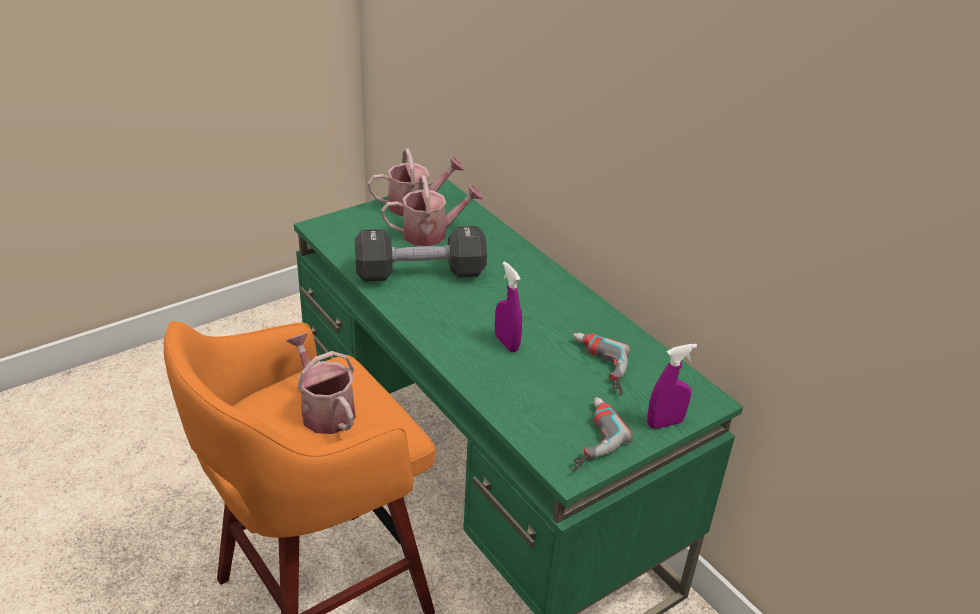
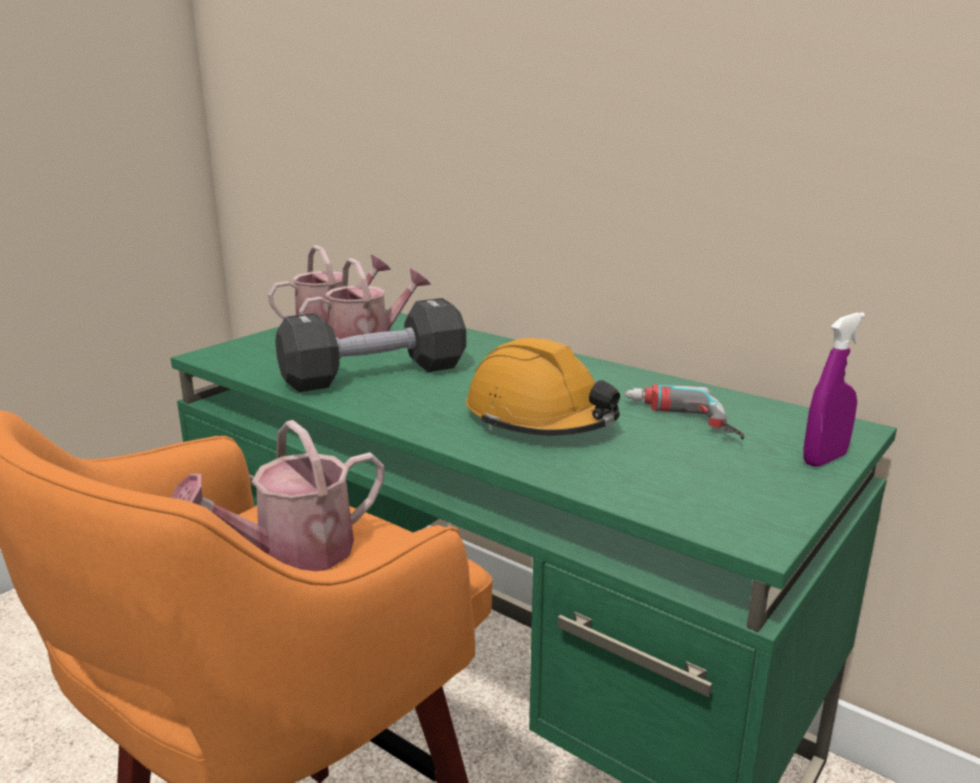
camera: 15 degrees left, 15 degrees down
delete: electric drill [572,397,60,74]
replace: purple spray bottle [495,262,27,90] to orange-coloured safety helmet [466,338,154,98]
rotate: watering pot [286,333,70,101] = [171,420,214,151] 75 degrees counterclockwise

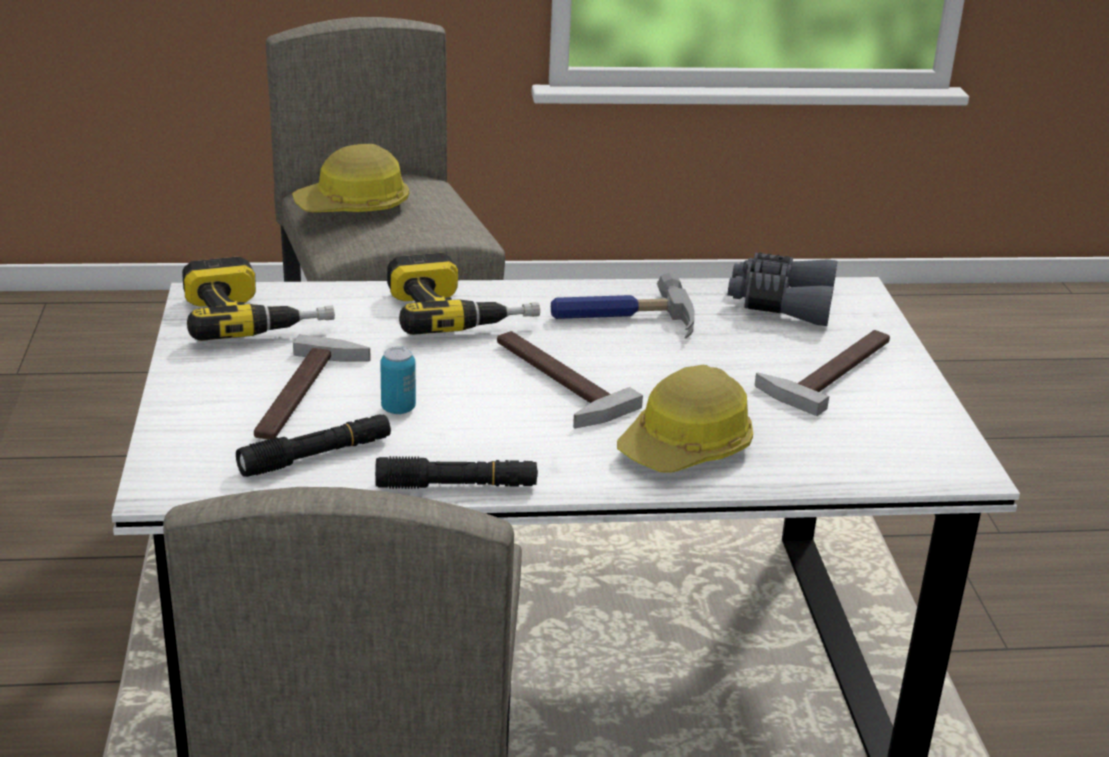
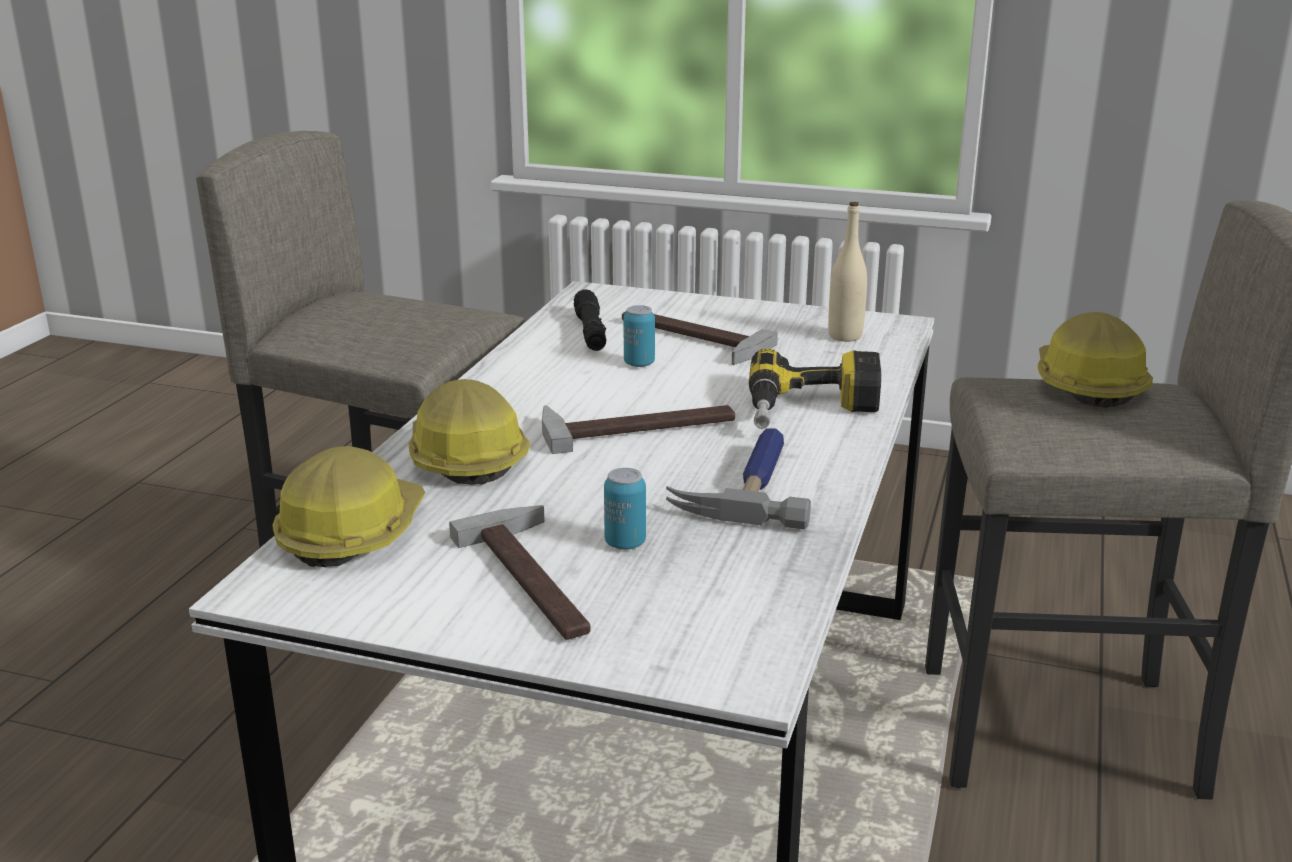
camera: 115 degrees right, 5 degrees down
delete: black flashlight [375,456,163,33]; greyish binoculars [728,252,109,74]
insert: safety helmet [273,446,152,121]; sealed can [604,468,42,82]
replace: electric drill [182,256,153,85] to sand-coloured drink bottle [828,202,39,140]

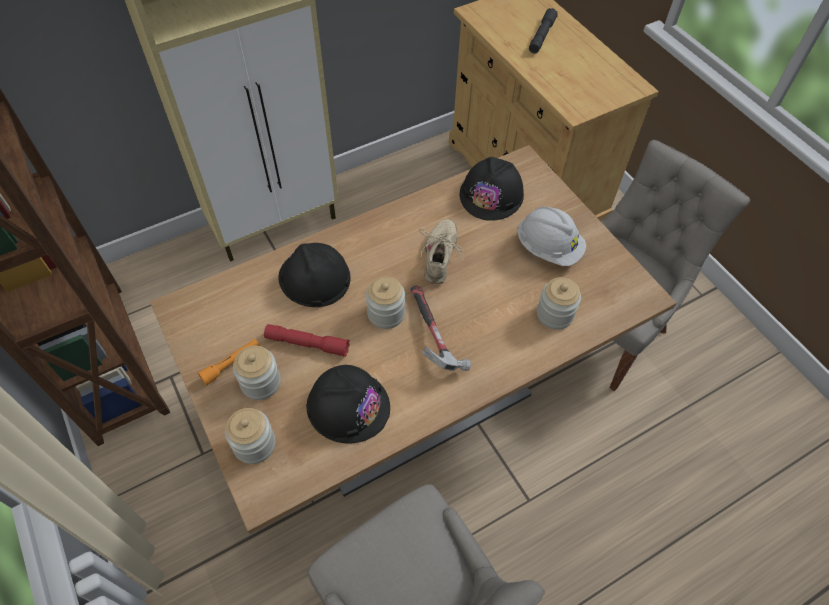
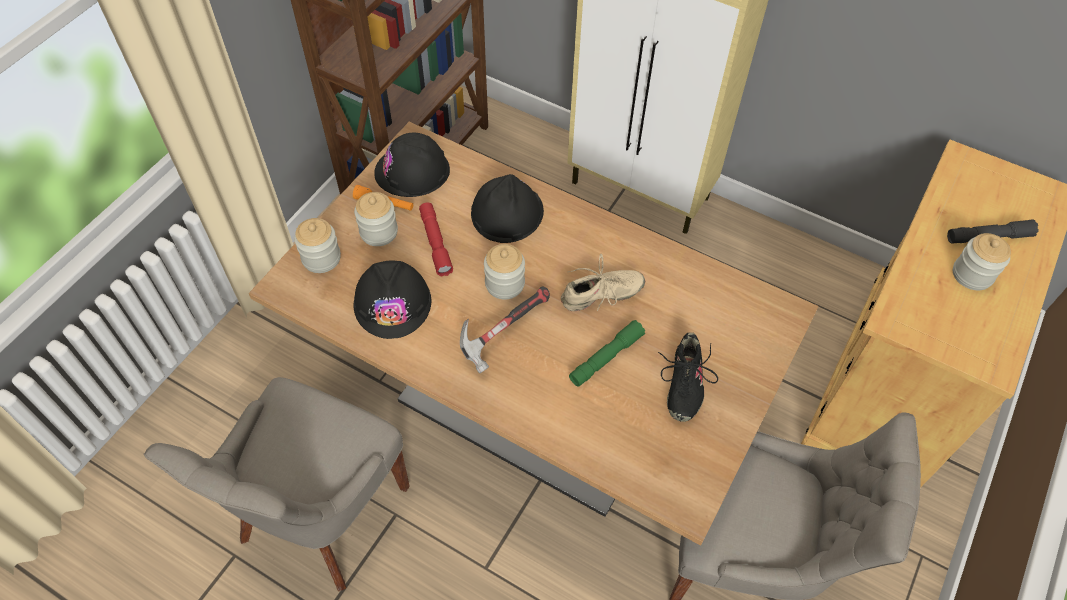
camera: 60 degrees right, 0 degrees up
insert: green-coloured flashlight [569,320,76,67]
move: black safety helmet [460,157,64,64] to [374,133,76,64]; preserve jar [537,277,44,53] to [953,233,58,57]
replace: white safety helmet [517,207,69,59] to black item of footwear [658,332,60,90]

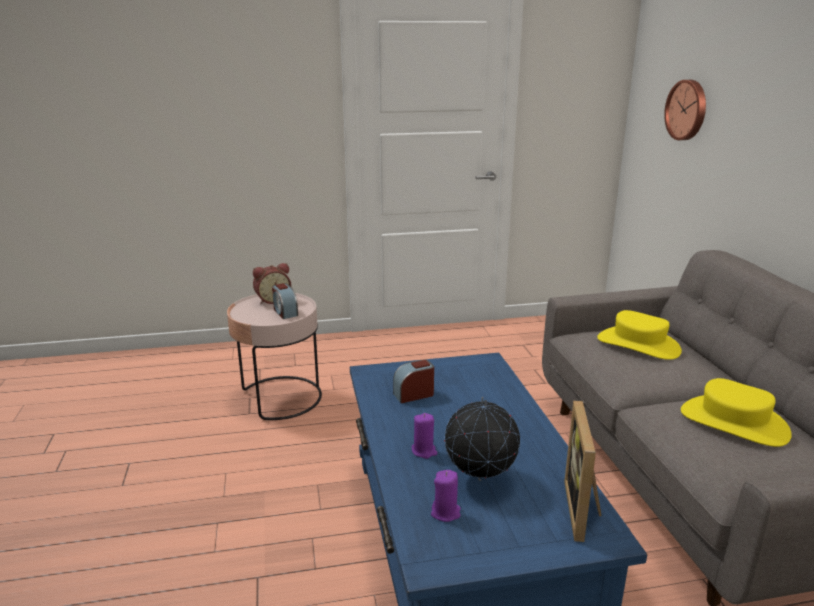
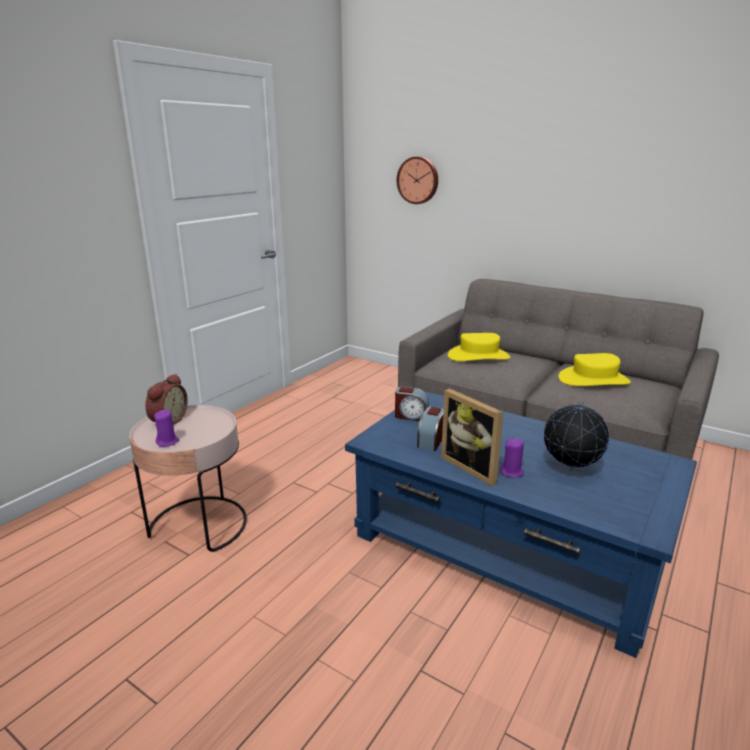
camera: 45 degrees left, 0 degrees up
move: purple wax light [431,470,30,52] to [154,410,25,37]; bedside clock [272,283,26,36] to [395,387,34,34]; picture frame [564,401,38,141] to [441,388,63,98]

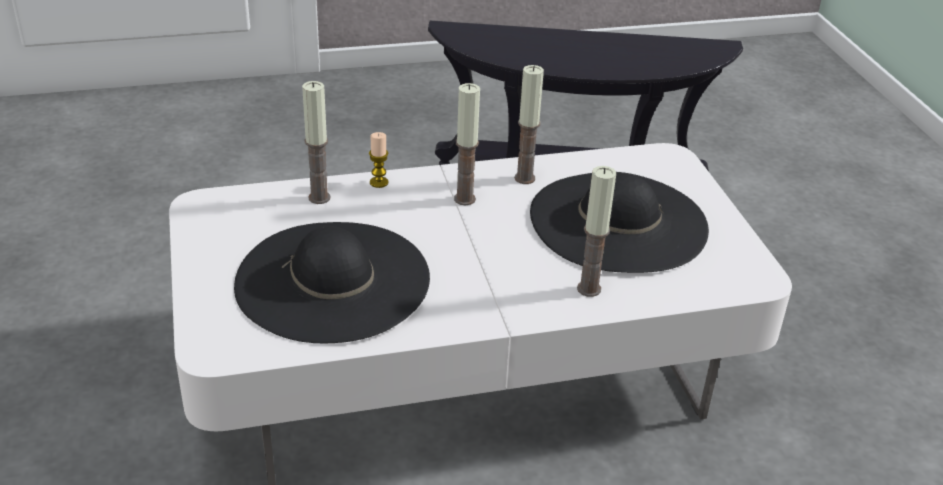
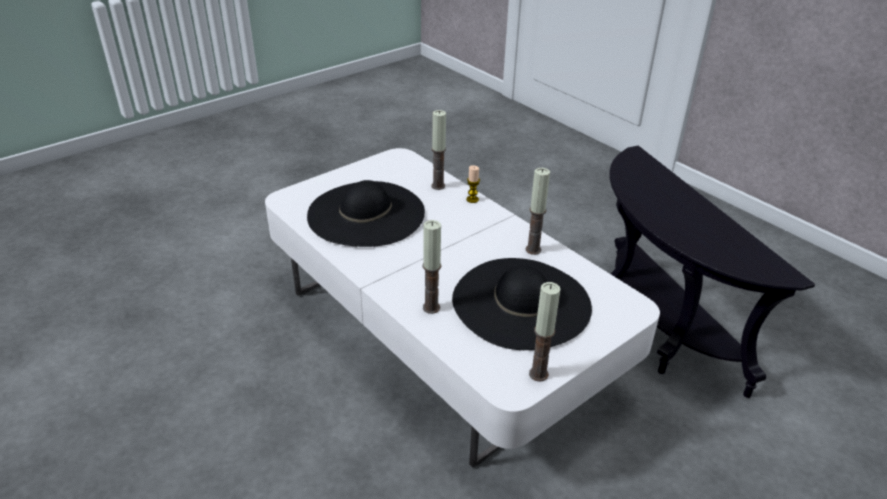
camera: 65 degrees right, 0 degrees up
move: wax light [454,83,26,122] to [529,282,32,100]

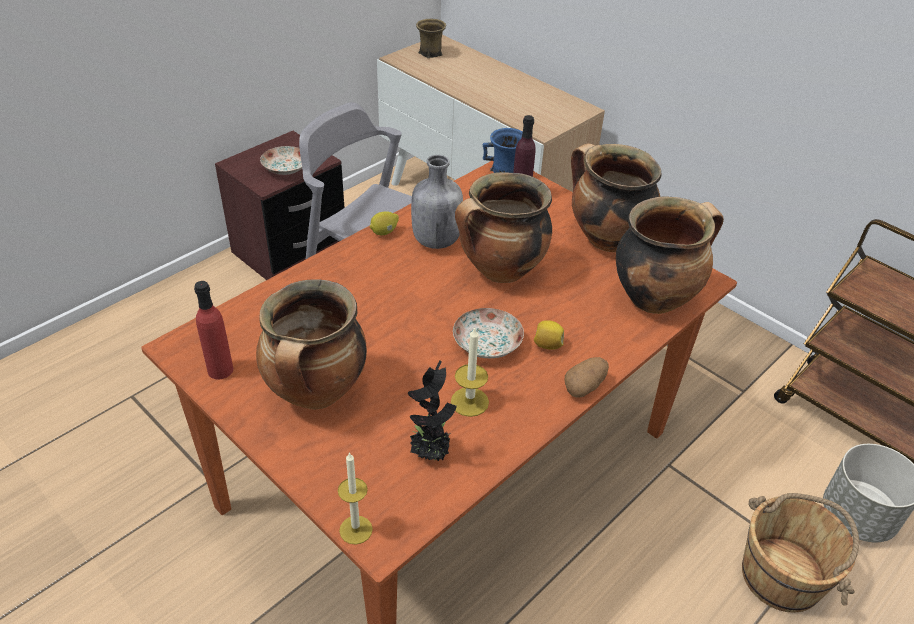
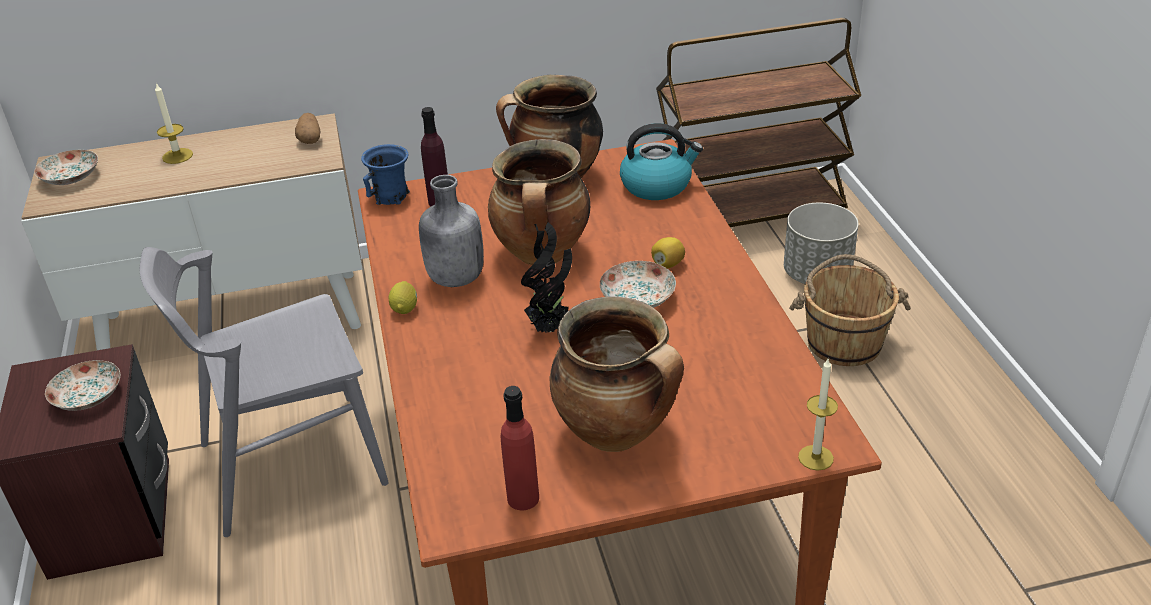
camera: 55 degrees left, 5 degrees down
move: wax light [451,327,38,90] to [155,83,38,81]; potato [564,357,45,41] to [295,113,25,31]; potted plant [408,361,49,100] to [521,222,51,110]
replace: brown-coloured tea mug [416,19,30,39] to plate [34,150,64,35]; cooking pot [616,196,108,118] to tea kettle [620,123,83,77]

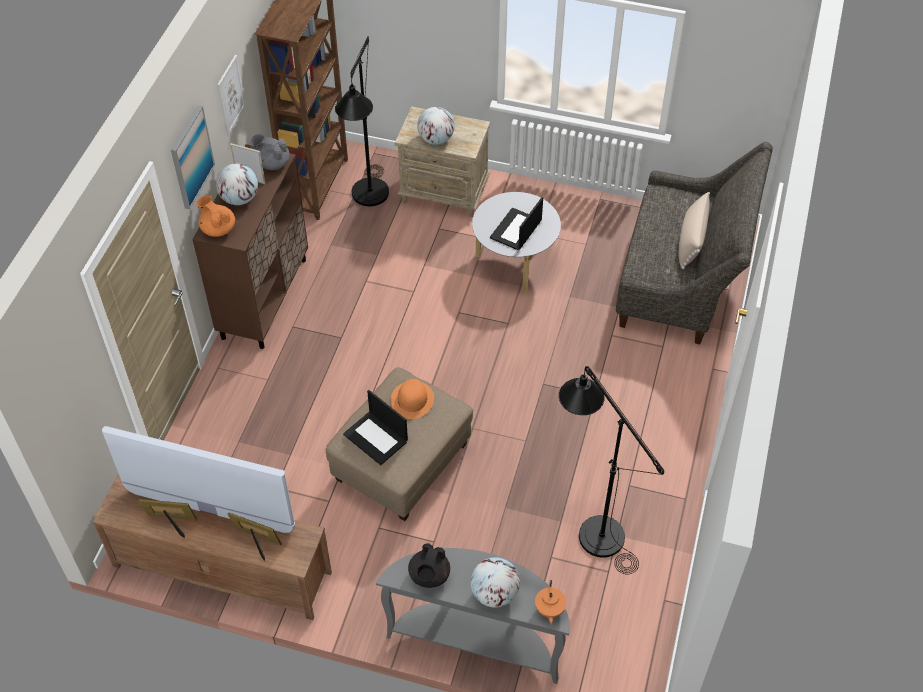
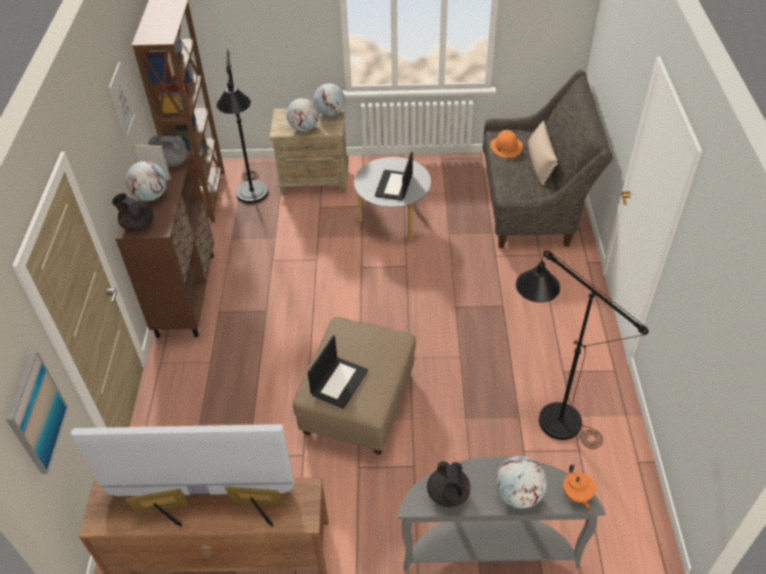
camera: 15 degrees left, 5 degrees down
insert: globe [313,84,32,32]
move: picture [171,105,44,104] to [6,351,62,123]; orange-coloured hat [391,379,43,40] to [490,130,33,28]
recolor: orange-coloured pot for tea [196,195,39,42] to black pot for tea [112,193,42,38]
rotate: portable computer [343,390,65,75] = [307,335,61,74] 90 degrees counterclockwise

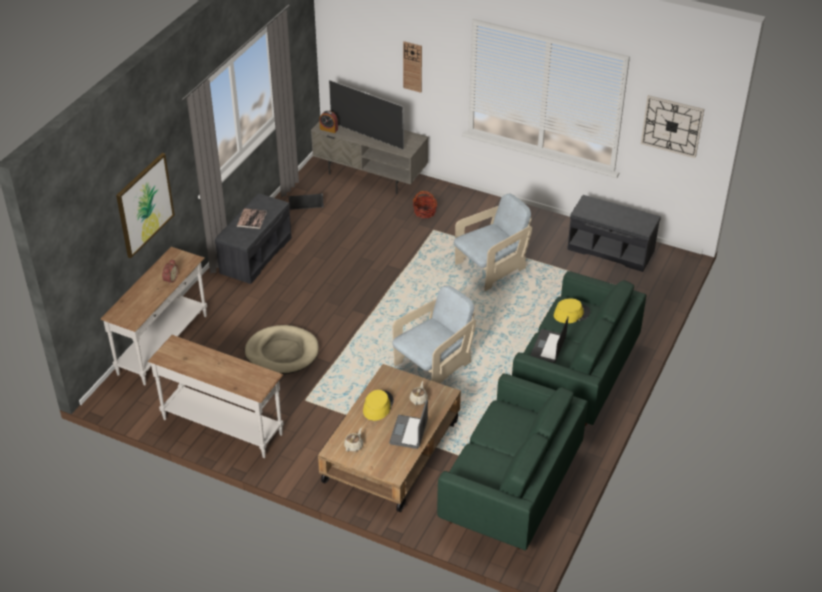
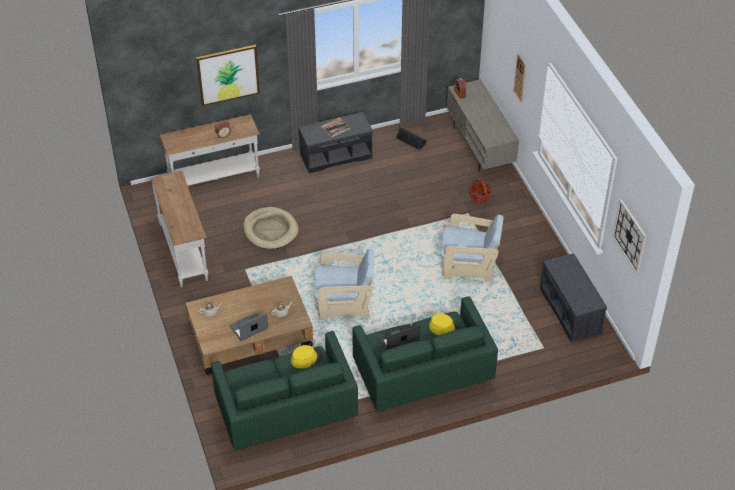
camera: 45 degrees right, 5 degrees up
delete: TV set [329,80,75,70]
move: yellow hat [363,390,31,31] to [291,345,33,24]

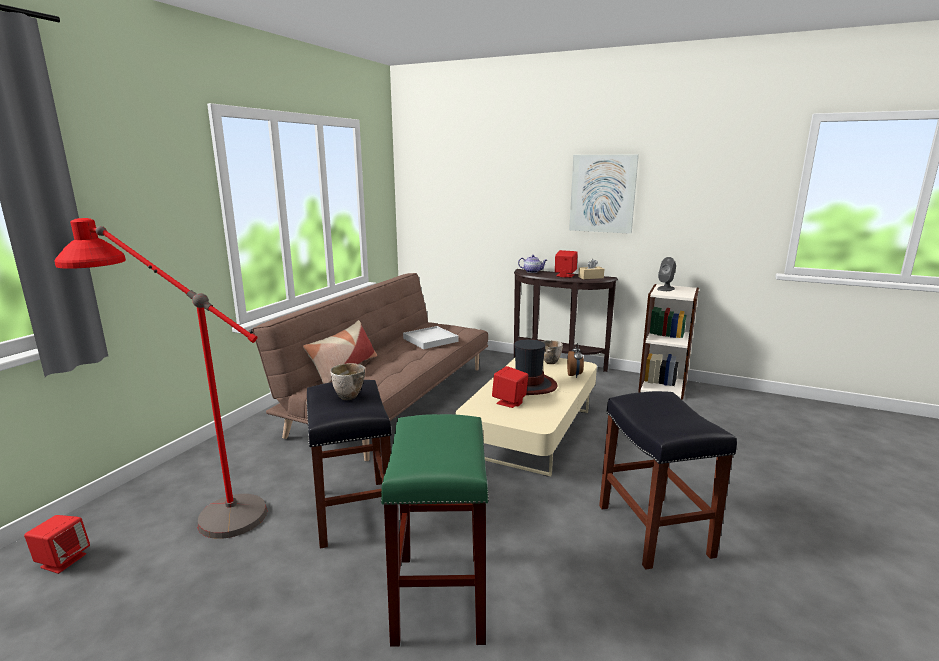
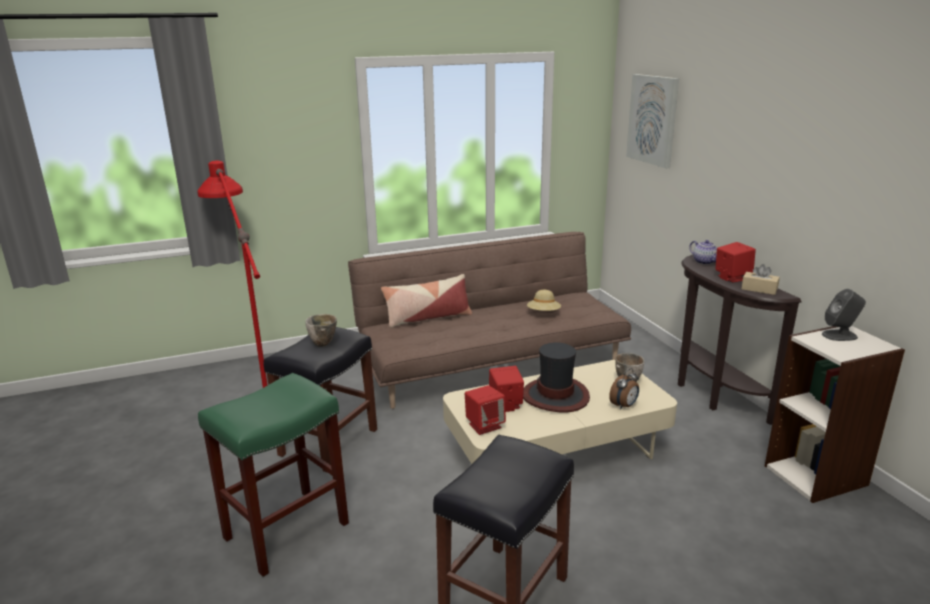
camera: 45 degrees right, 5 degrees up
move: red loudspeaker [24,515,66,59] to [465,385,41,50]; picture [569,155,70,79] to [626,74,53,94]
replace: white tray [403,326,56,23] to sand-coloured hat [527,290,34,21]

